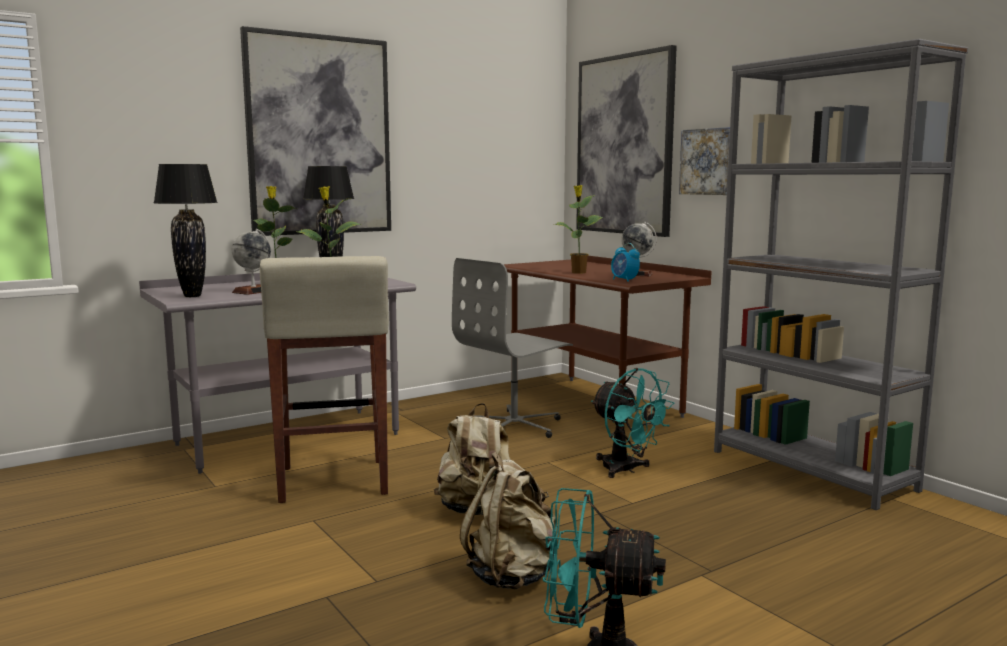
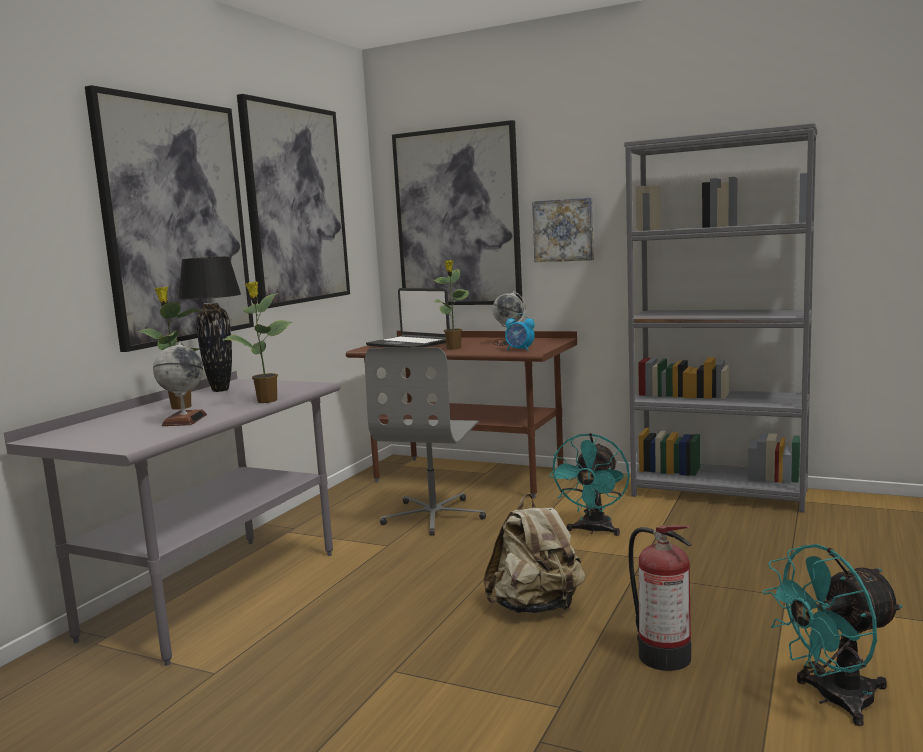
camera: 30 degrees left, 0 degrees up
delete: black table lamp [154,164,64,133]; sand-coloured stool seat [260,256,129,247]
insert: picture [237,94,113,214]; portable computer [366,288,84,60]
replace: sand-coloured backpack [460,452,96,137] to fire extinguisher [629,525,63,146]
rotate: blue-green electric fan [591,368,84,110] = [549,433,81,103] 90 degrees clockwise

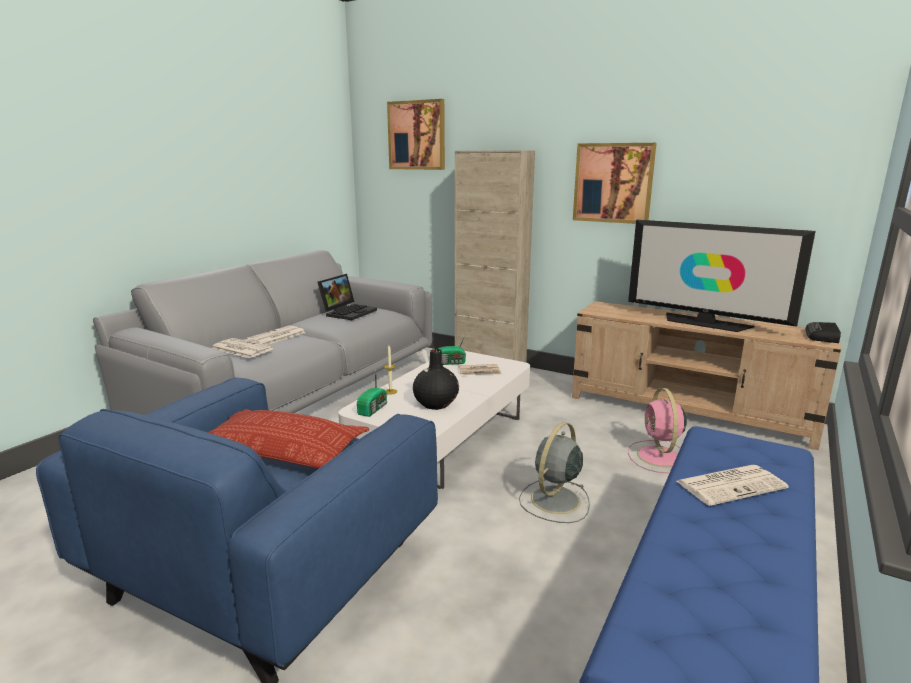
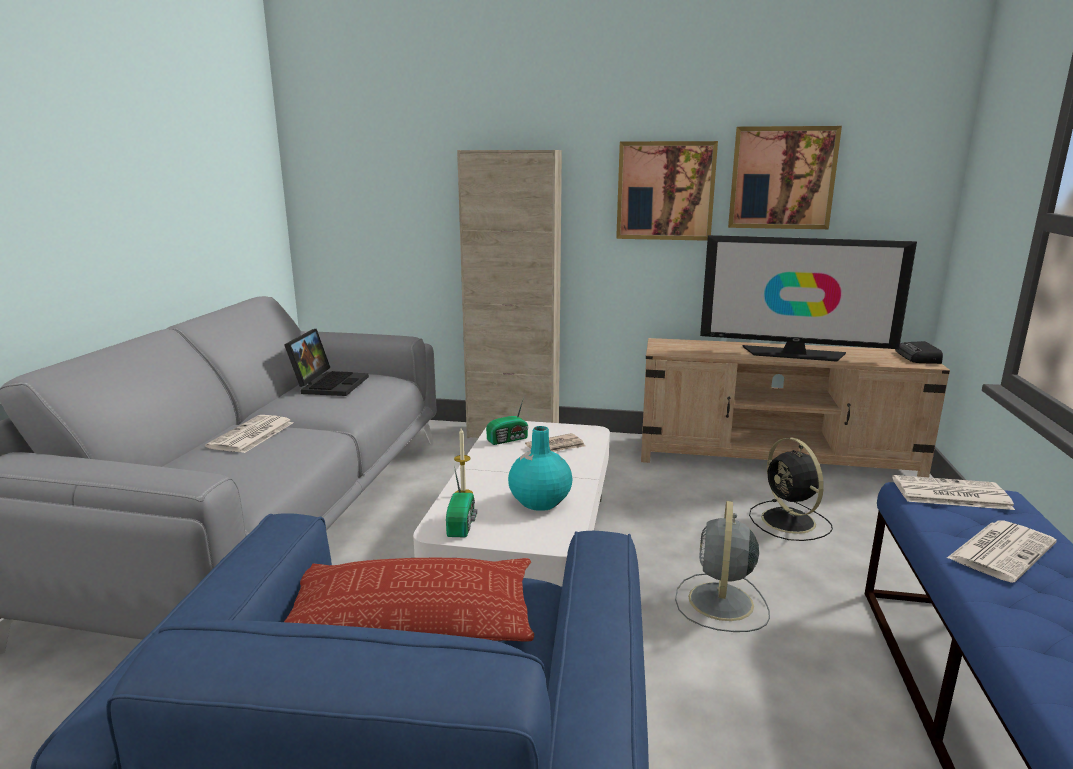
camera: 20 degrees left, 0 degrees up
move: picture [387,99,58,71] to [728,126,114,103]; daily paper [213,338,60,20] to [892,475,123,35]
recolor: black flower vase [413,349,46,61] to blue-green flower vase [508,426,65,85]; pinkish electric fan [628,388,59,85] to black electric fan [749,438,84,103]

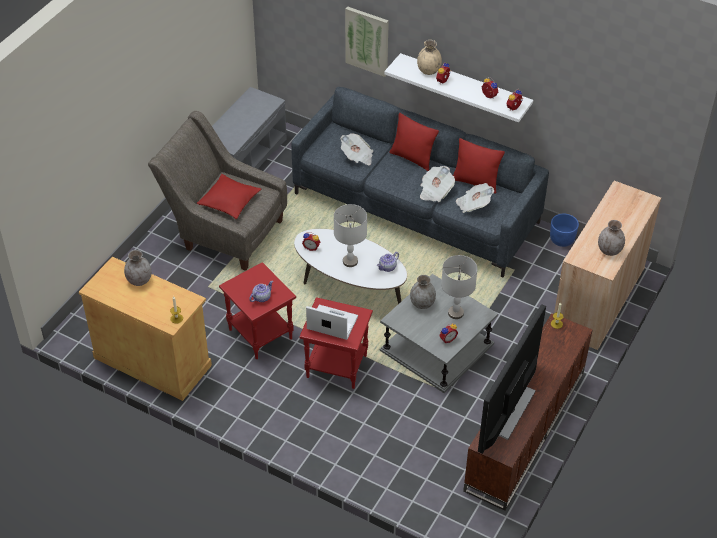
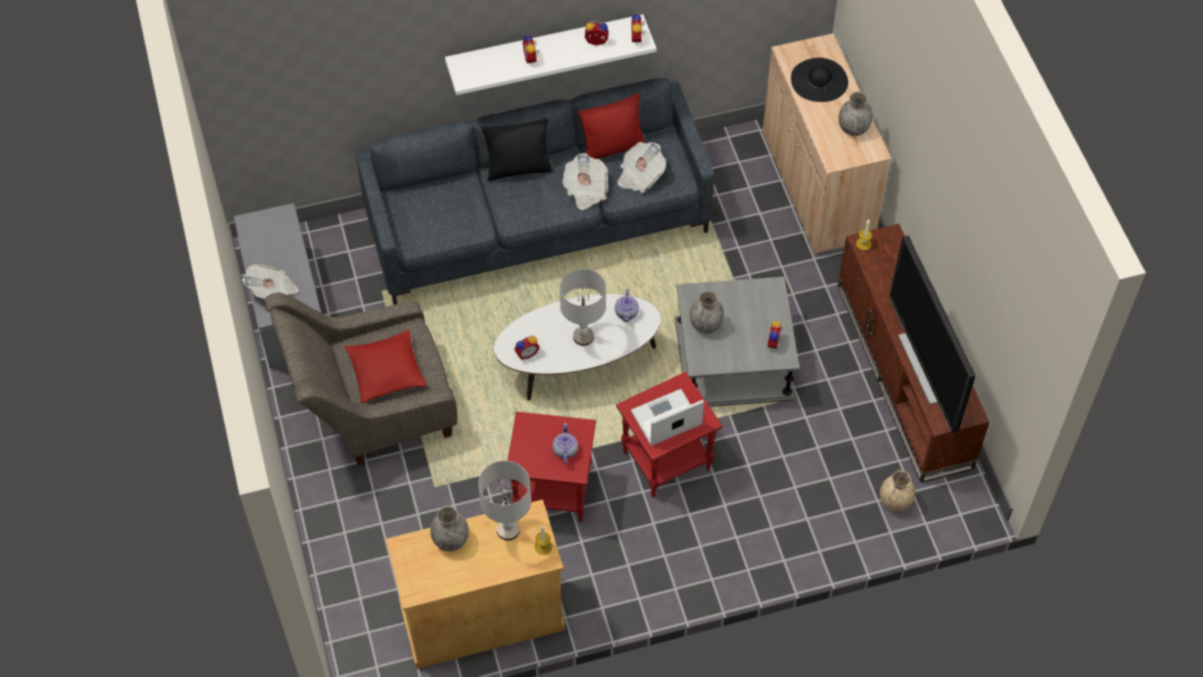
camera: 45 degrees left, 10 degrees up
delete: picture [345,6,44,71]; bluish flower pot [550,214,29,33]
insert: black hat [791,58,57,44]
move: daily paper [341,133,32,32] to [242,264,57,35]; greyish table lamp [441,255,36,64] to [478,461,53,80]; sand-coloured flower vase [417,40,25,35] to [880,470,35,42]
recolor: red throw pillow [389,112,50,59] to black throw pillow [482,118,71,63]

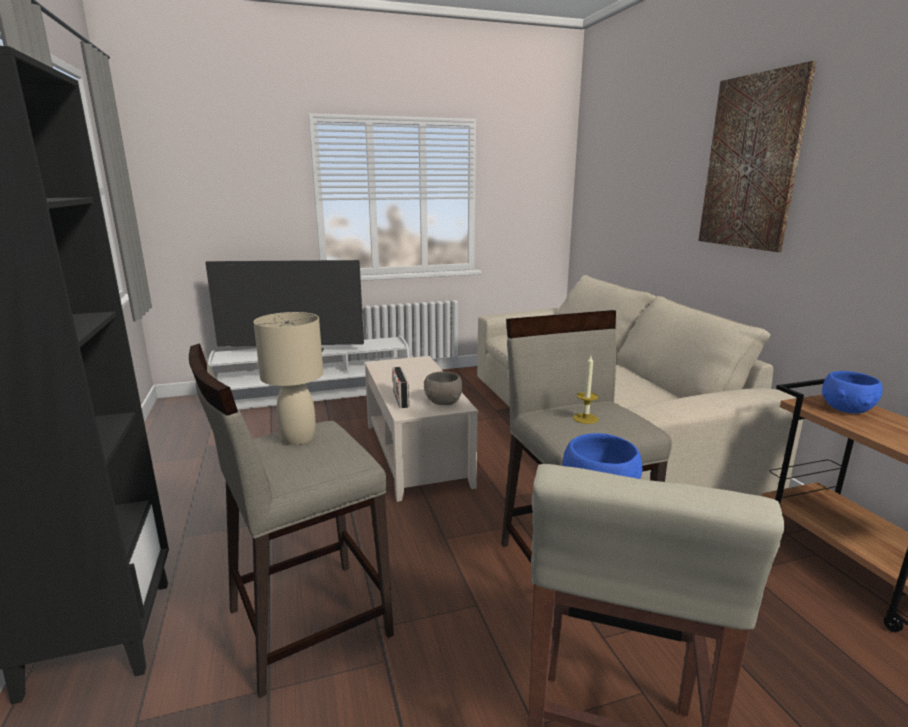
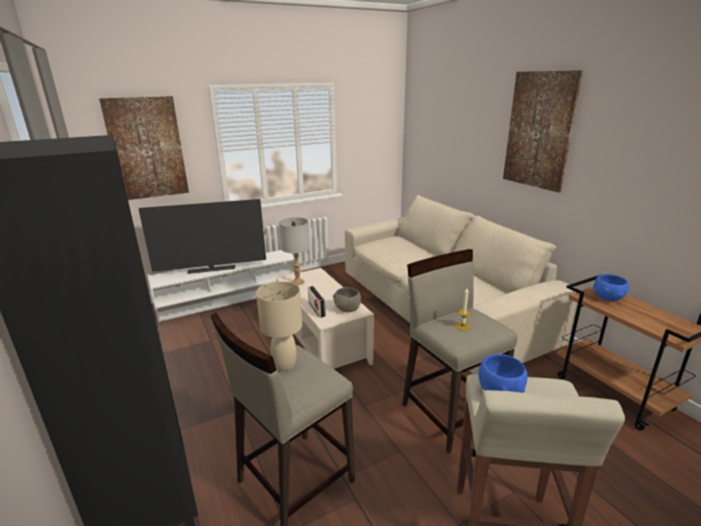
camera: 10 degrees left, 5 degrees up
insert: picture [99,96,90,104]; greyish table lamp [279,217,31,68]

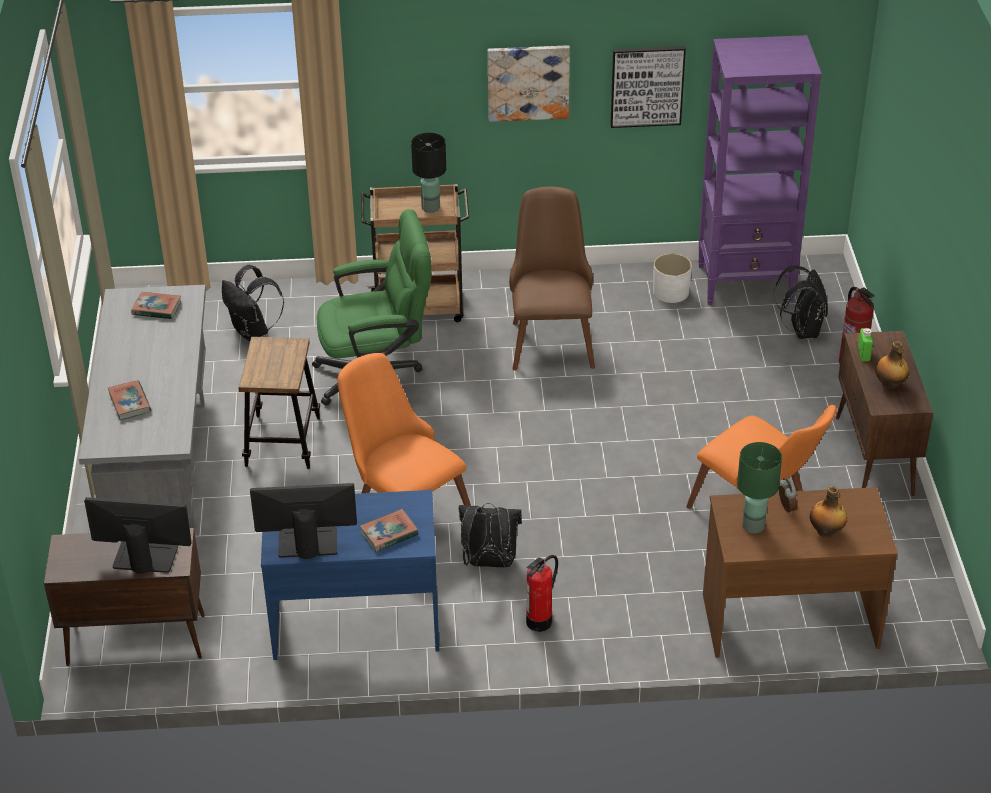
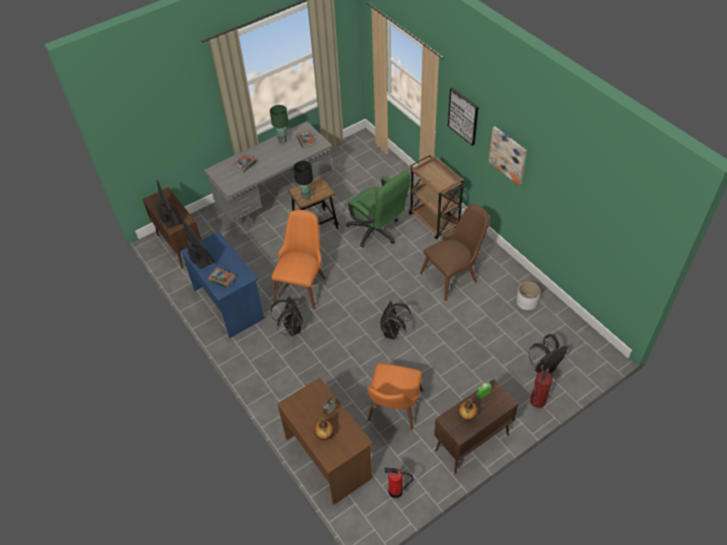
camera: 60 degrees right, 10 degrees up
delete: purple bookcase [698,35,124,270]
move: green-coloured table lamp [737,442,45,91] to [270,105,19,39]; black table lamp [411,133,35,80] to [294,161,19,39]; black backpack [222,265,62,76] to [380,301,31,38]; fire extinguisher [526,555,32,77] to [384,467,30,31]; picture [610,46,76,82] to [448,87,30,59]

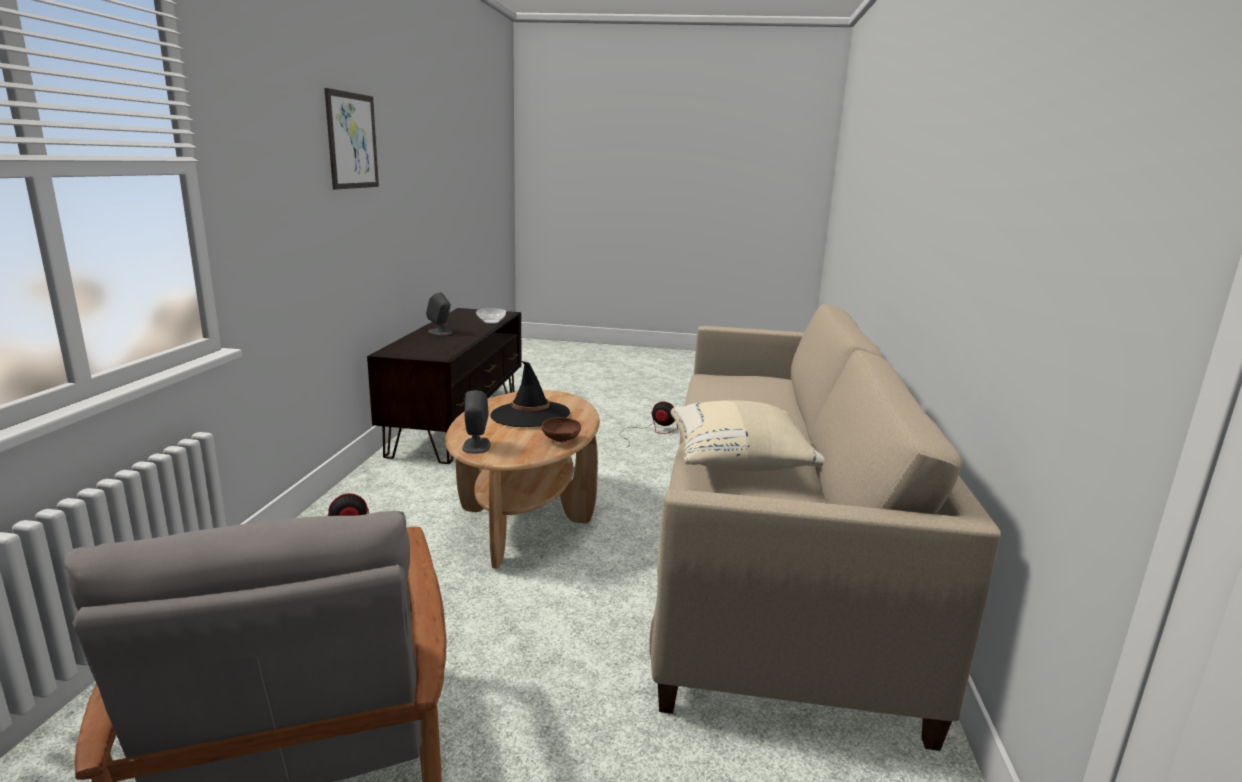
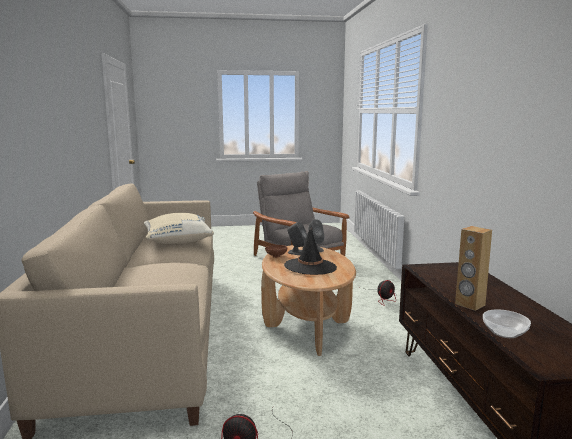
camera: 165 degrees right, 5 degrees down
delete: picture [324,88,55,102]
insert: brown-coloured loudspeaker [455,226,37,85]
move: greyish loudspeaker [426,292,26,44] to [287,222,20,33]

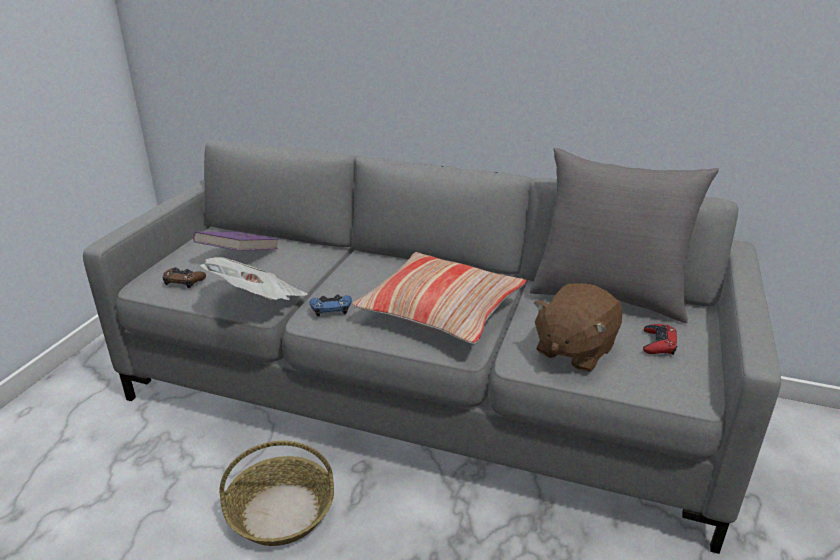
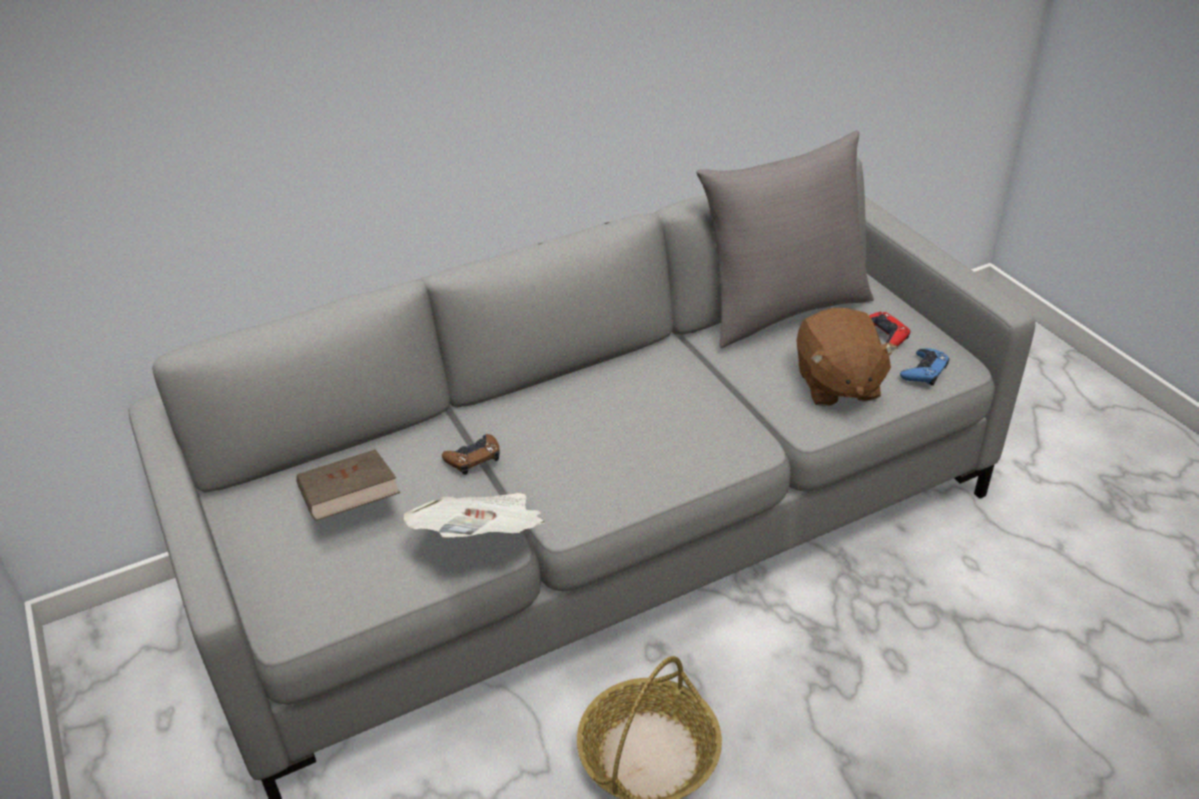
camera: 45 degrees left, 10 degrees up
delete: throw pillow [351,252,175,92]
move: brown-coloured game controller [163,267,43,21] to [442,434,58,41]; bluish game controller [310,295,42,22] to [900,348,50,38]
recolor: purple book [193,231,86,20] to brown-coloured book [296,449,104,72]

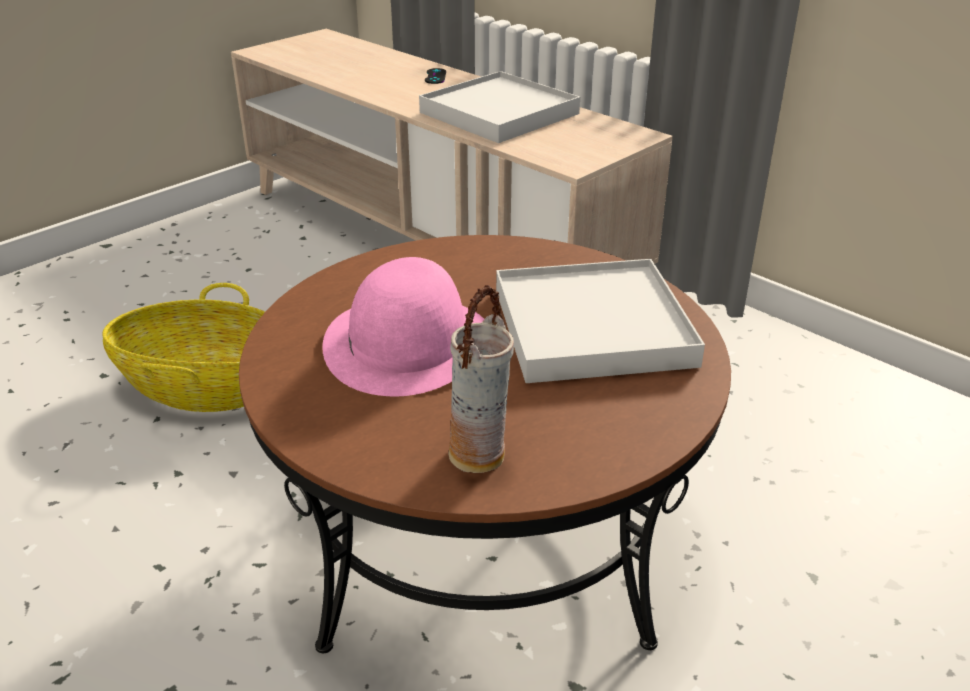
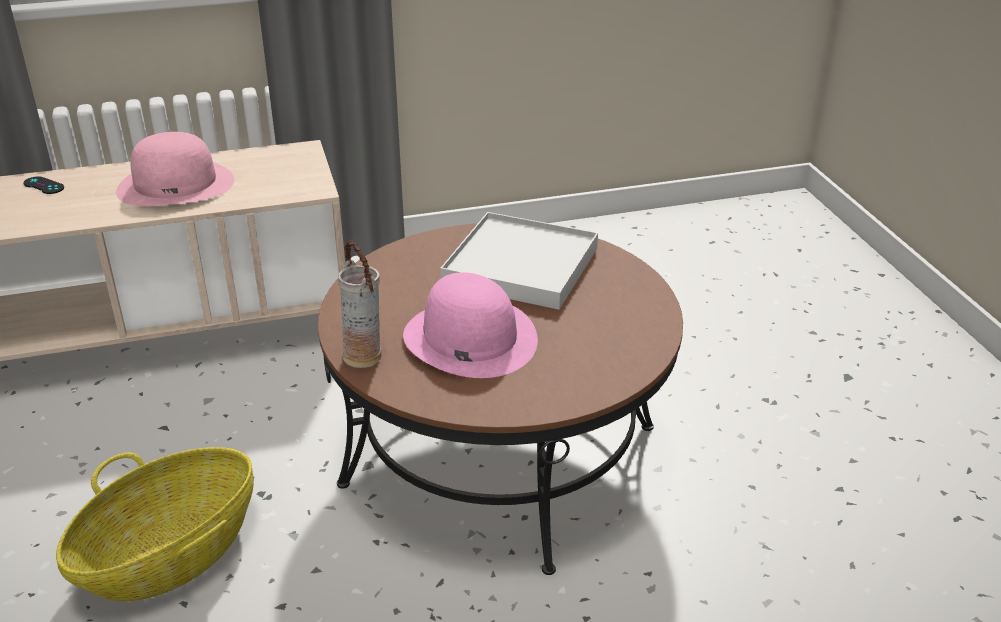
camera: 60 degrees left, 0 degrees up
move: flower vase [448,285,66,188] to [338,240,44,128]
replace: white tray [419,71,161,72] to pinkish hat [116,132,118,74]

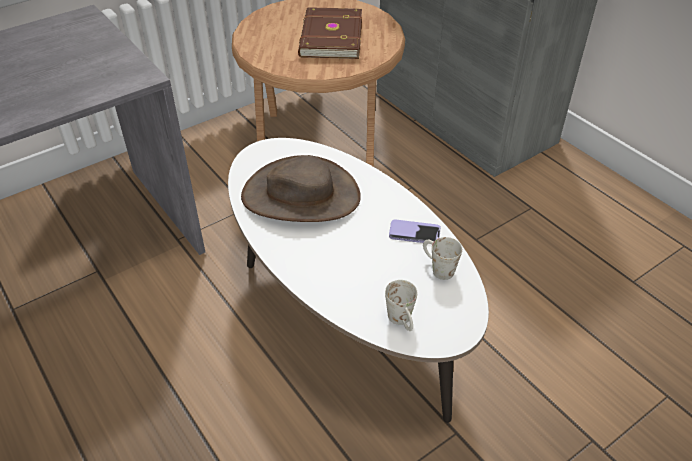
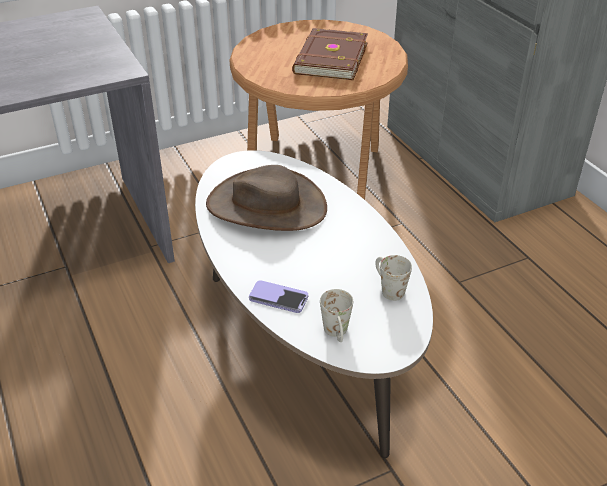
camera: 10 degrees right, 5 degrees down
move: phone [389,220,52,23] to [249,280,59,33]

